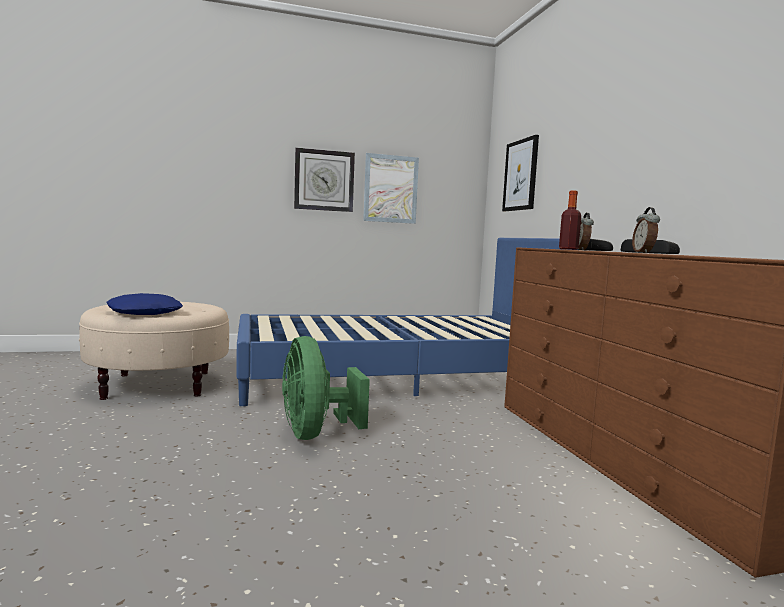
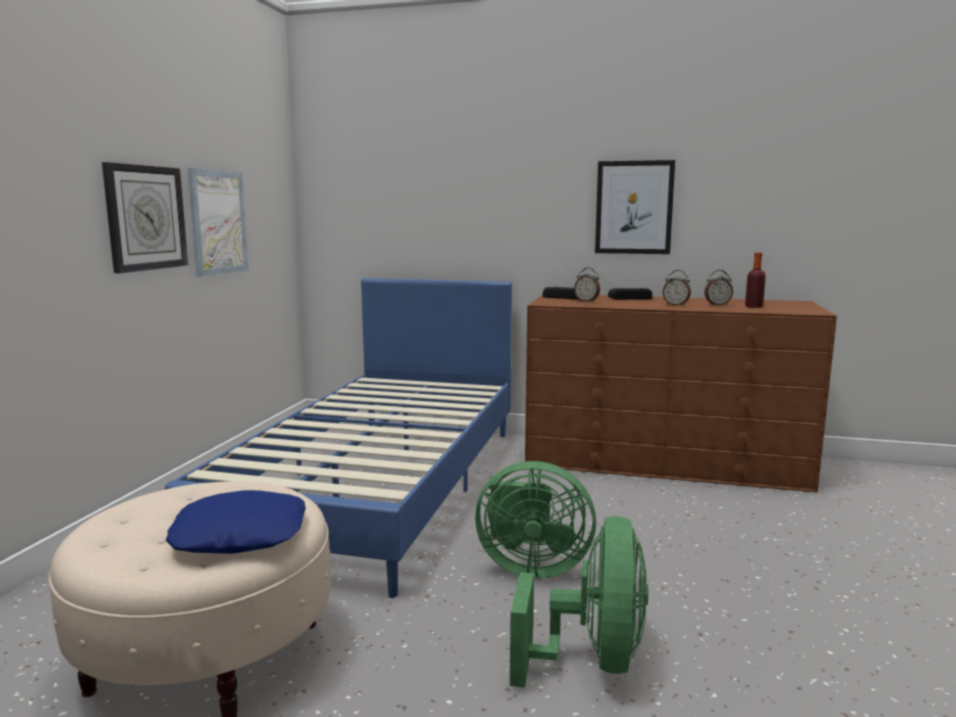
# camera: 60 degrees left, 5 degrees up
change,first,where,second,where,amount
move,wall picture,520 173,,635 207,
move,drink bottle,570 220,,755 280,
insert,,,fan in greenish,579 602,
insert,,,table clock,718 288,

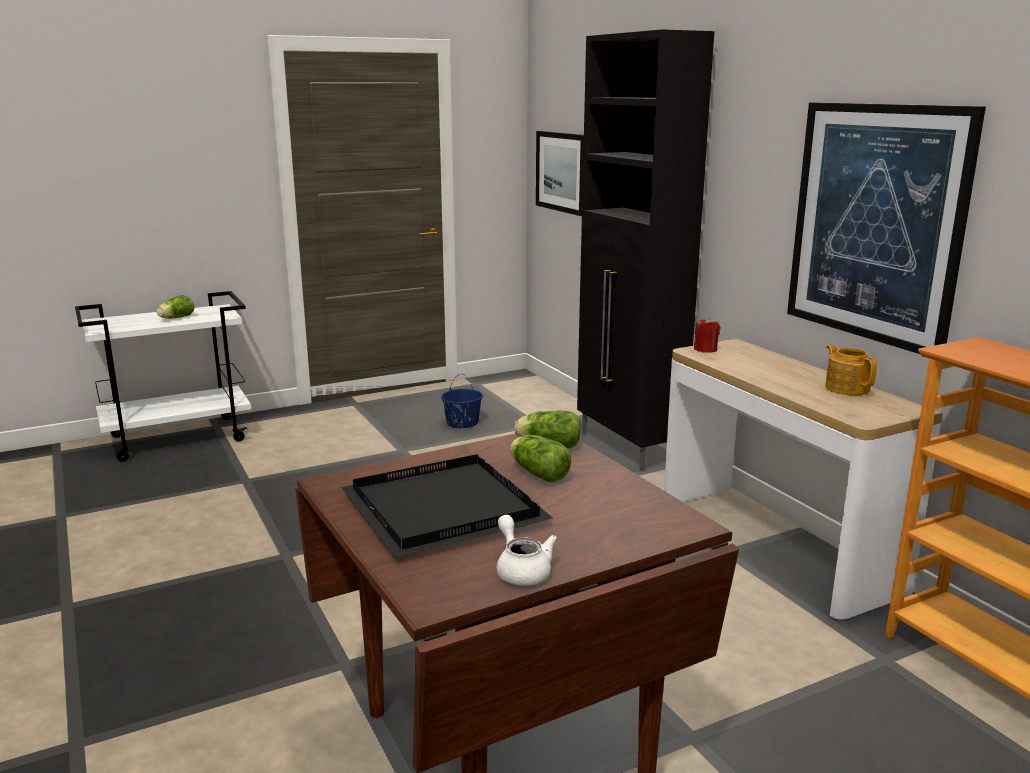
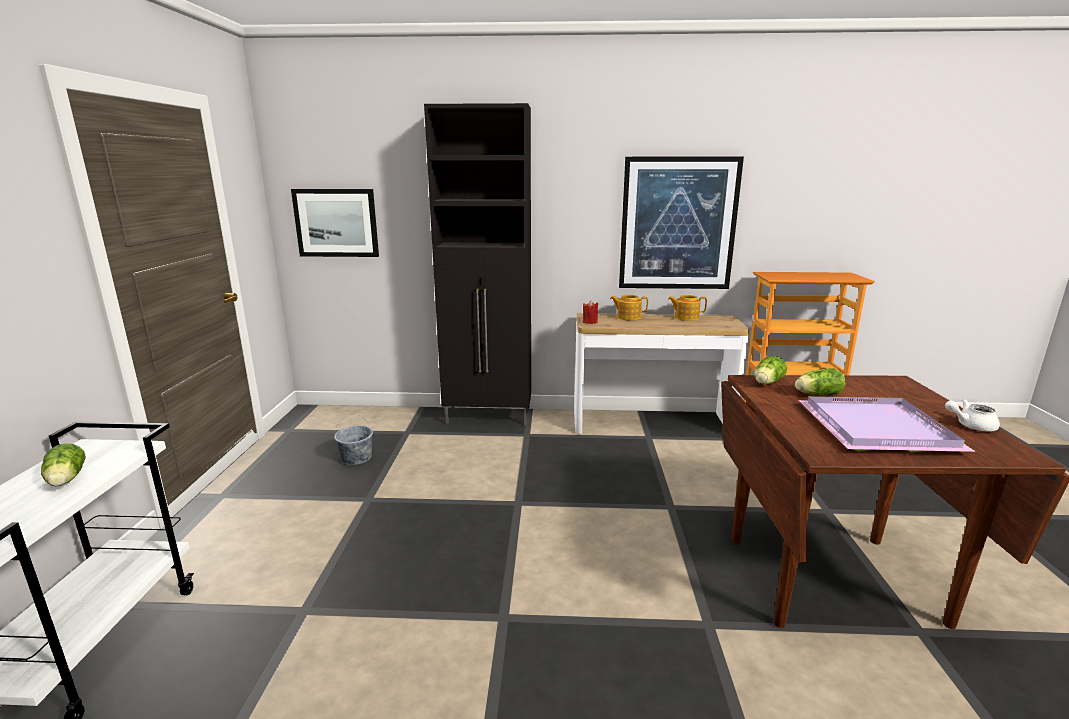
# camera: 60 degrees left, 0 degrees up
change,first,where,second,where,amount
recolor,carrying tray in blackish,447 506,carrying tray in purple-coloured,887 424,
recolor,water bucket in bluish,462 401,water bucket in greyish,353 439,
insert,,,tea pot,629 307,

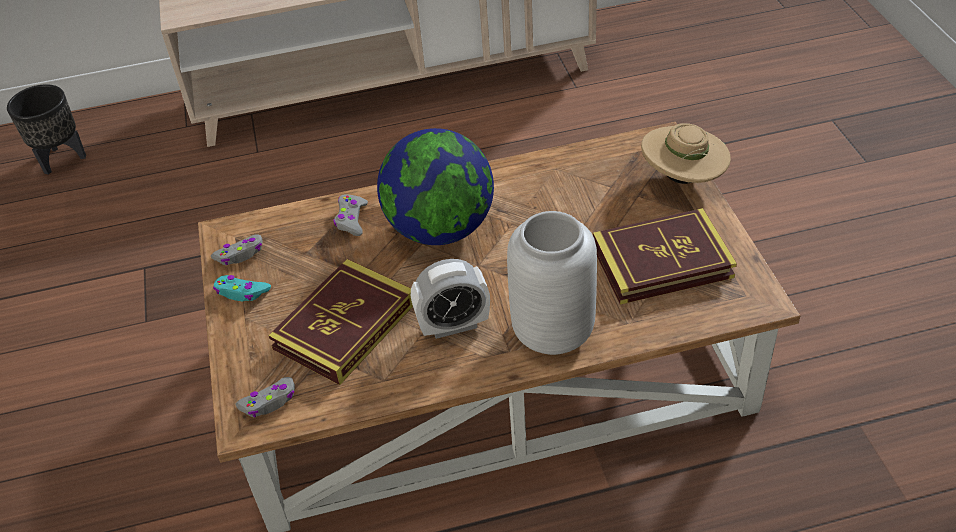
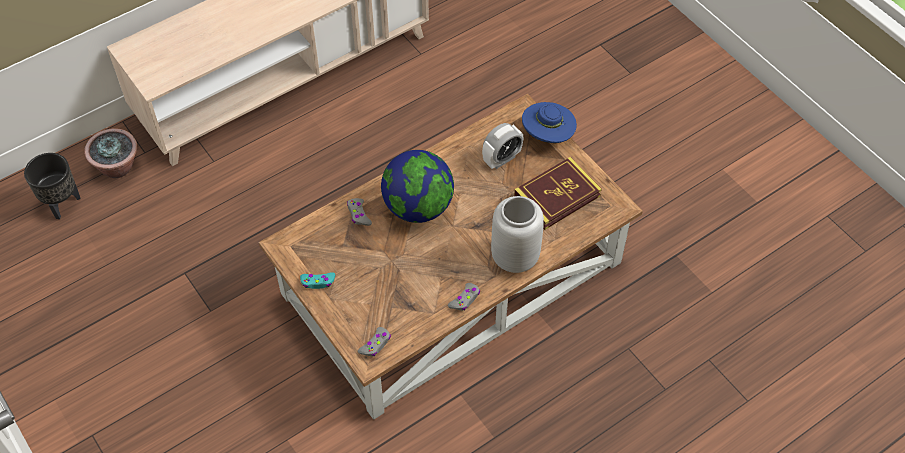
# camera: 25 degrees left, 10 degrees up
change,first,where,second,where,amount
move,joypad in greyish,237 249,,464 297,
delete,volume,340 322,,,
move,table clock,450 299,,503 146,
recolor,clothing hat in beige,686 153,clothing hat in bluish,549 122,
insert,,,houseplant,110 153,

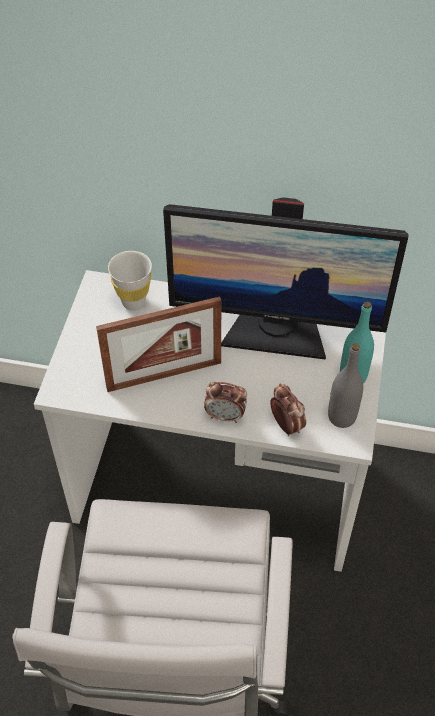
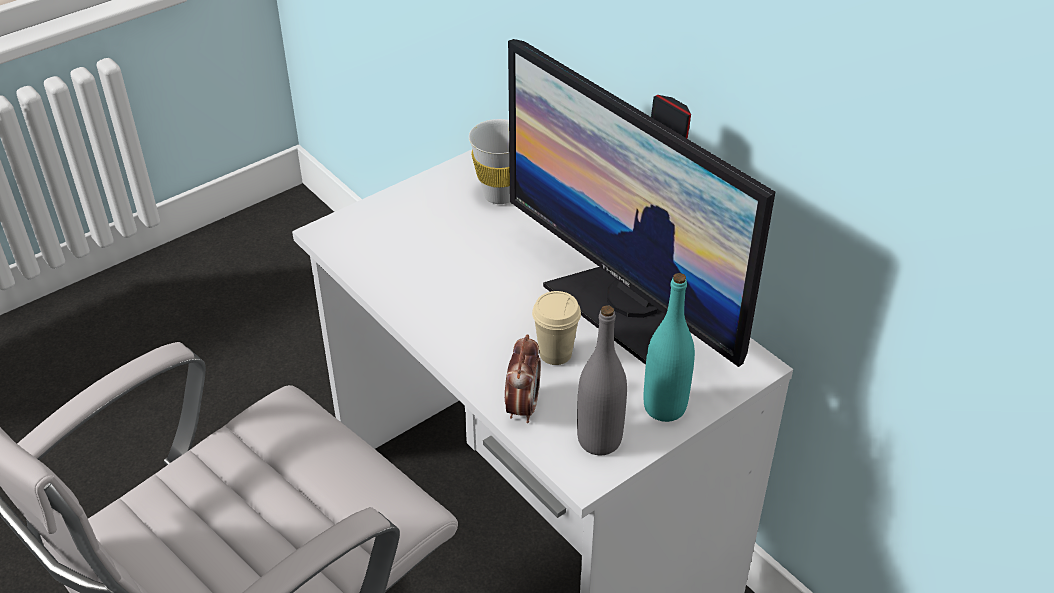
# camera: 40 degrees right, 10 degrees down
change,first,where,second,where,amount
delete,photo frame,158 344,,,
delete,table clock,225 402,,,
insert,,,cup in beige,556 328,

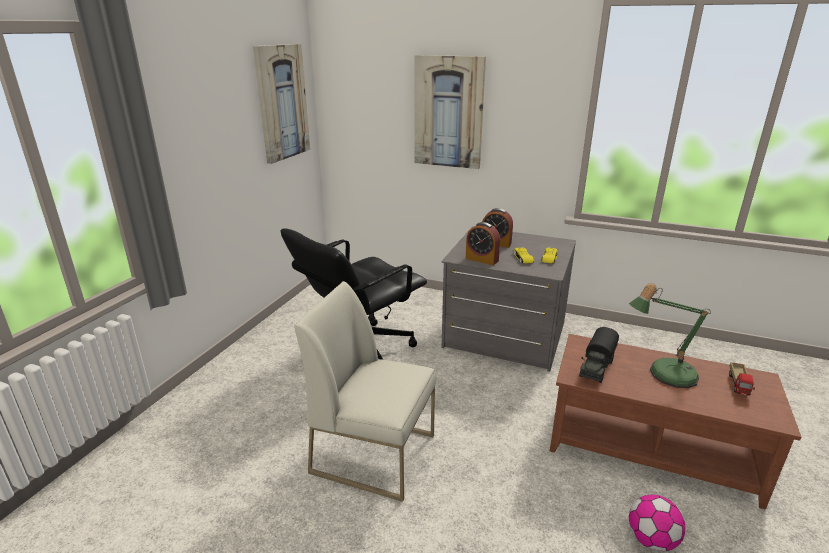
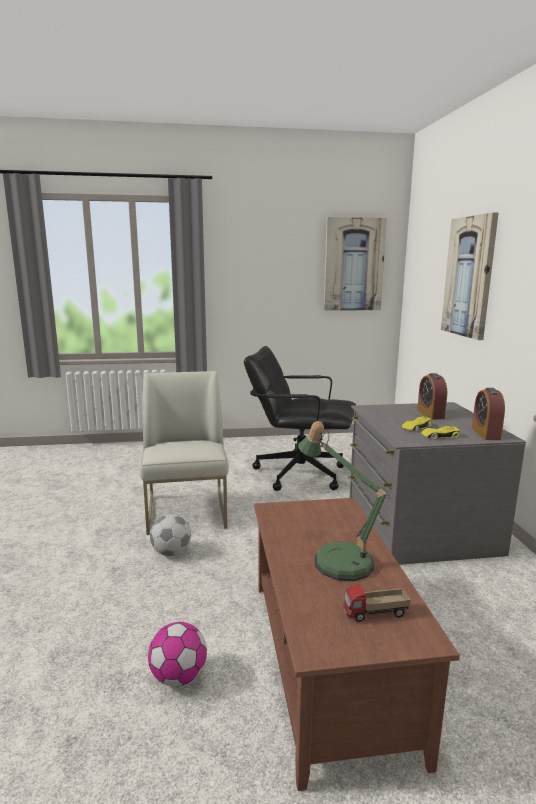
# camera: 60 degrees right, 10 degrees down
change,first,where,second,where,amount
move,table clock,483 243,,488 414,
delete,toy truck,599 355,,,
insert,,,football ball,170 535,

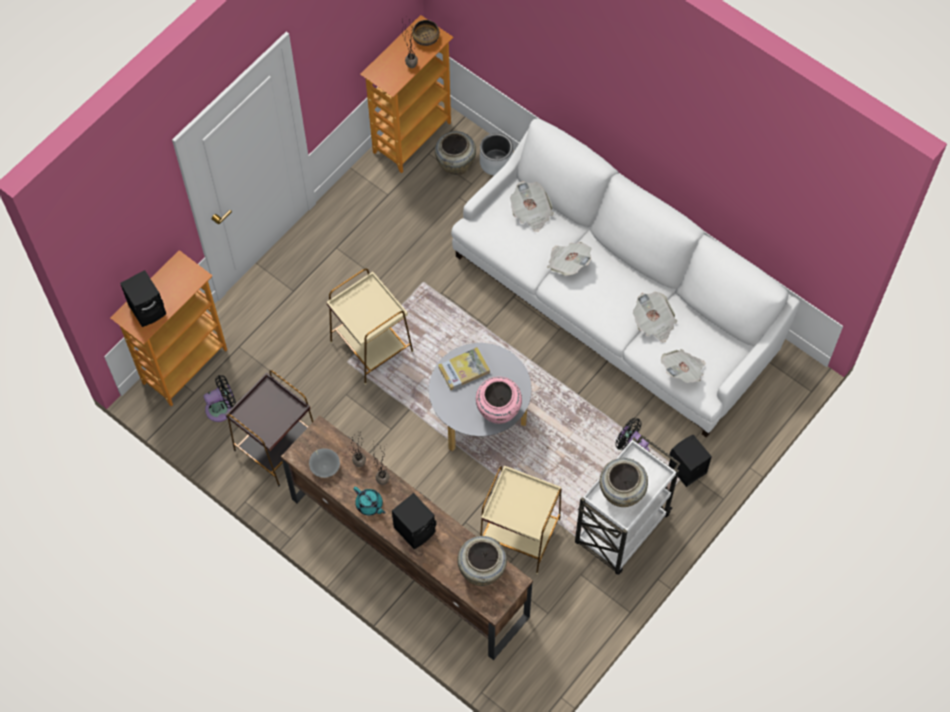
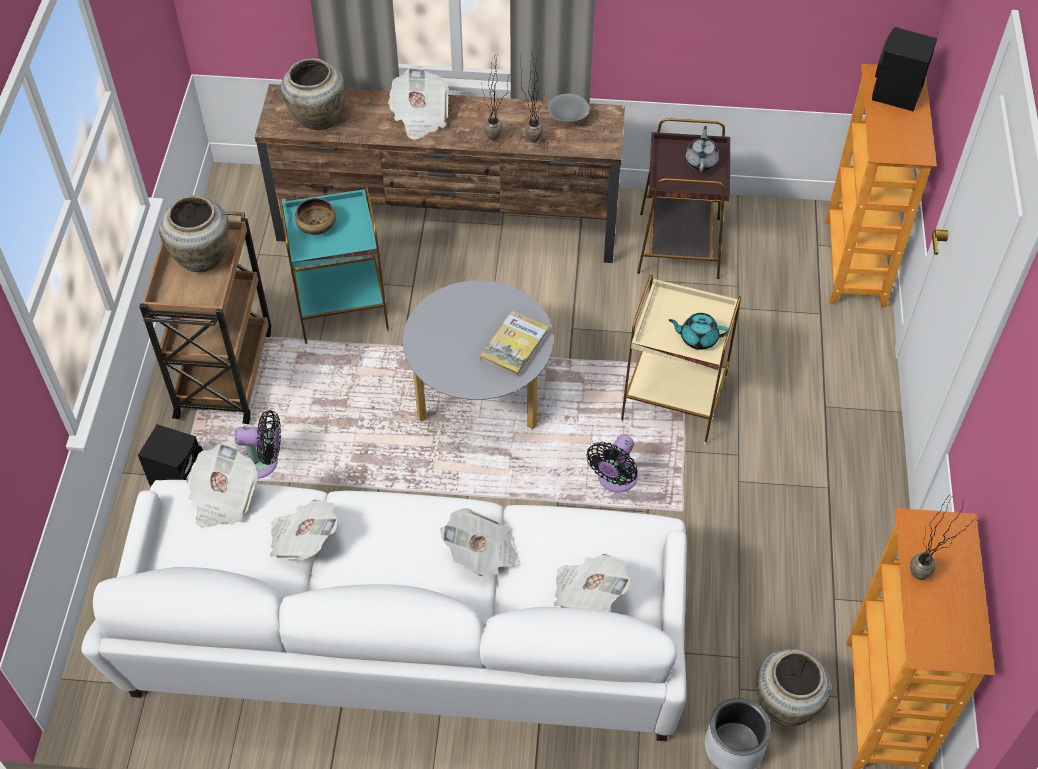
# camera: 145 degrees right, 10 degrees down
change,first,where,second,where,amount
move,fan in blackish,219 398,,612 463,
move,tea pot in turquoise-coloured,370 501,,699 331,
replace,loudspeaker in blackish,414 521,printed paper,418 103,
move,deep dish,426 33,,315 216,
delete,flower vase in pink-coloured,499 400,,,
recolor,accent table in beige,521 519,accent table in turquoise-coloured,334 264,
recolor,wheeled cart in white-coloured,628 505,wheeled cart in brownish,205 317,
insert,,,tea pot in greyish,702 149,

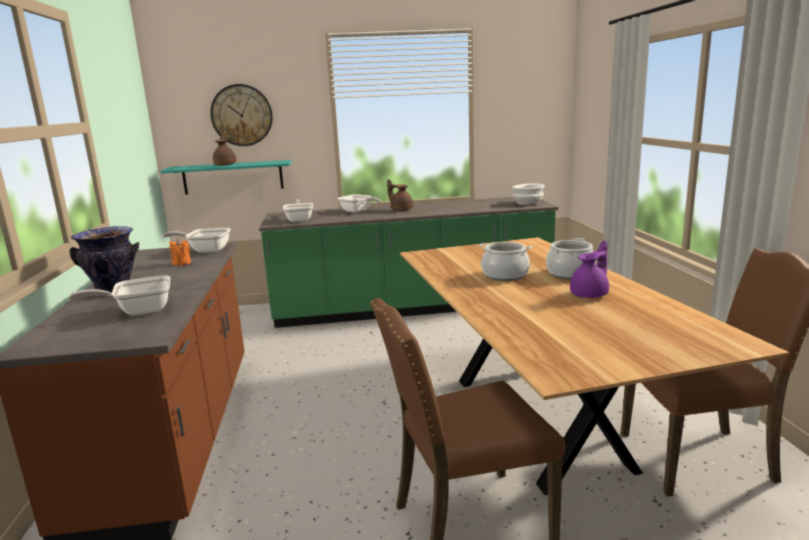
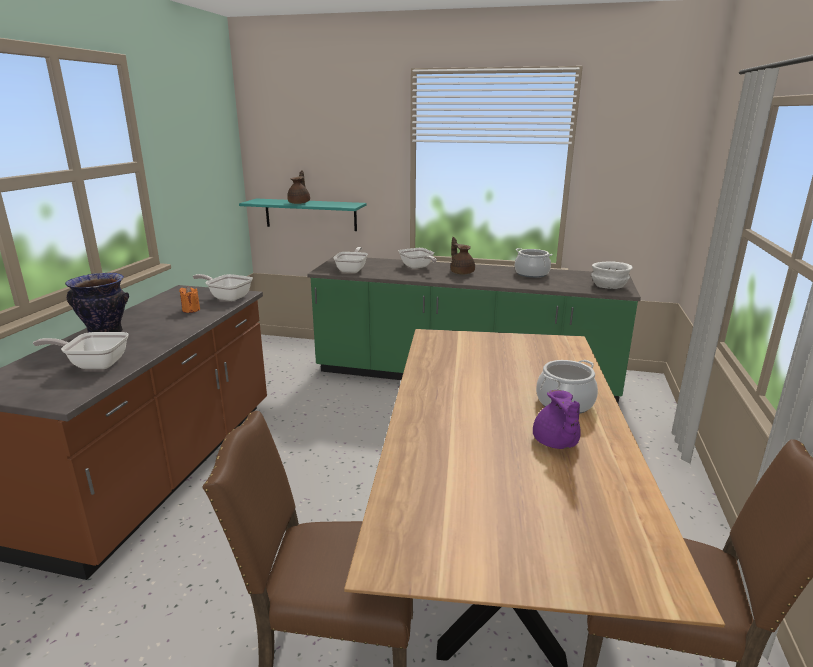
# camera: 20 degrees right, 5 degrees up
change,first,where,second,where,amount
delete,hanging clock,241 115,,,
move,stockpot,505 261,,534 263,
rotate,tea pot in purple-coloured,589 269,,557 419,105 degrees clockwise

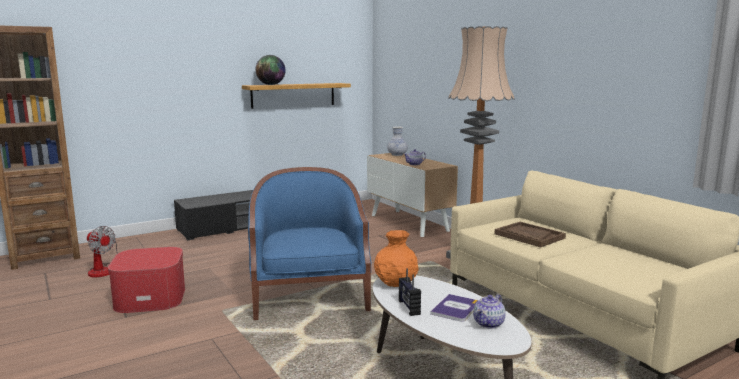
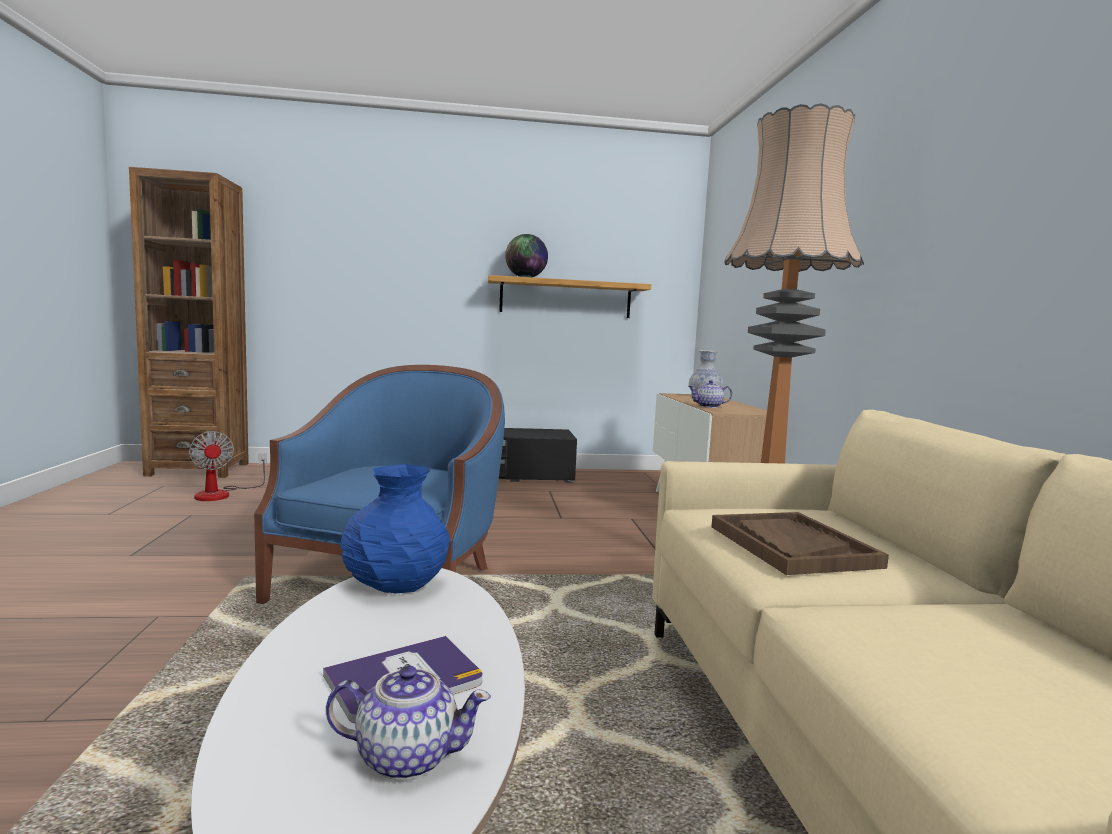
# camera: 25 degrees right, 5 degrees down
change,first,where,second,where,amount
delete,pouffe,146 280,,,
recolor,flower vase in orange-coloured,396 258,flower vase in bluish,395 529,
delete,radio,410 292,,,
rotate,tea pot,489 311,,408 722,150 degrees counterclockwise

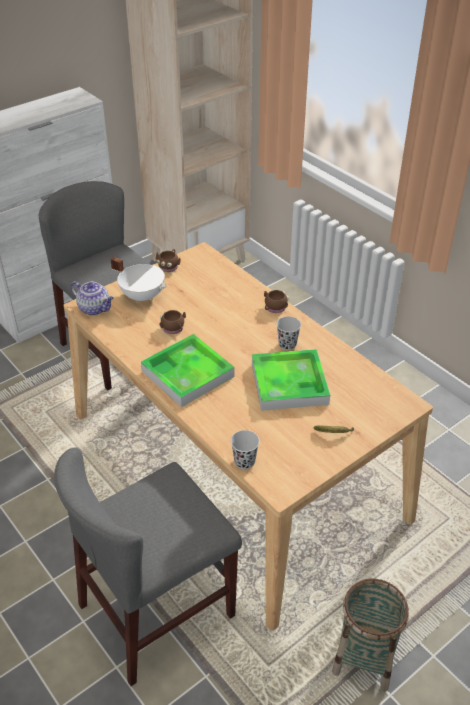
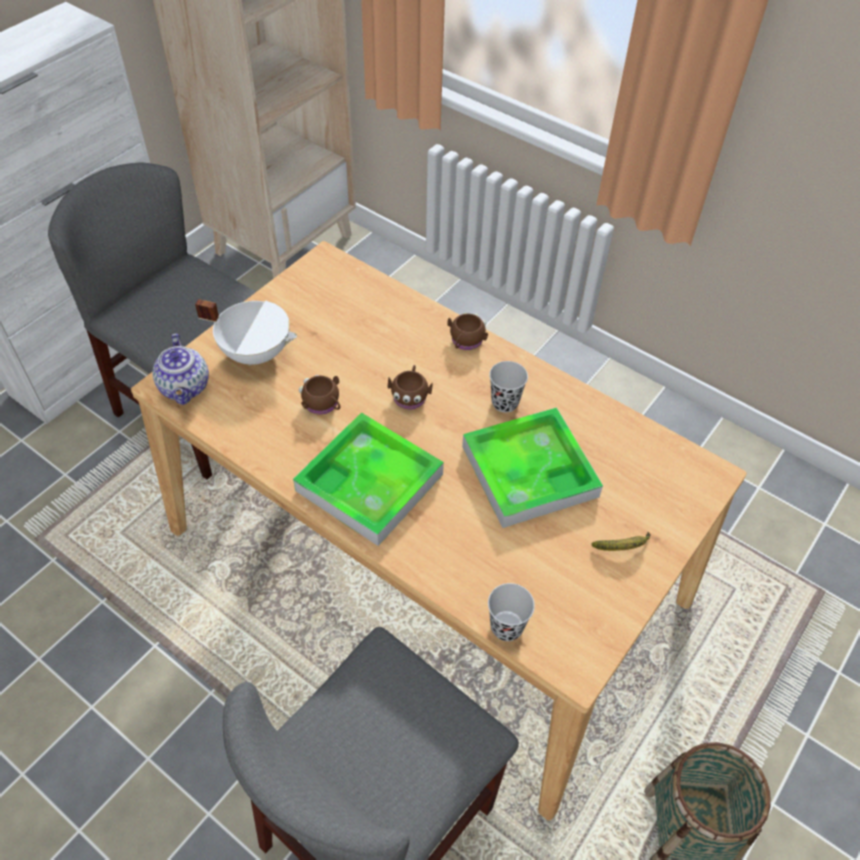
# camera: 15 degrees left, 10 degrees up
change,first,where,second,where,amount
rotate,tea pot,92 298,,180 369,60 degrees clockwise
move,coffee mug in brownish,168 260,,410 387,

